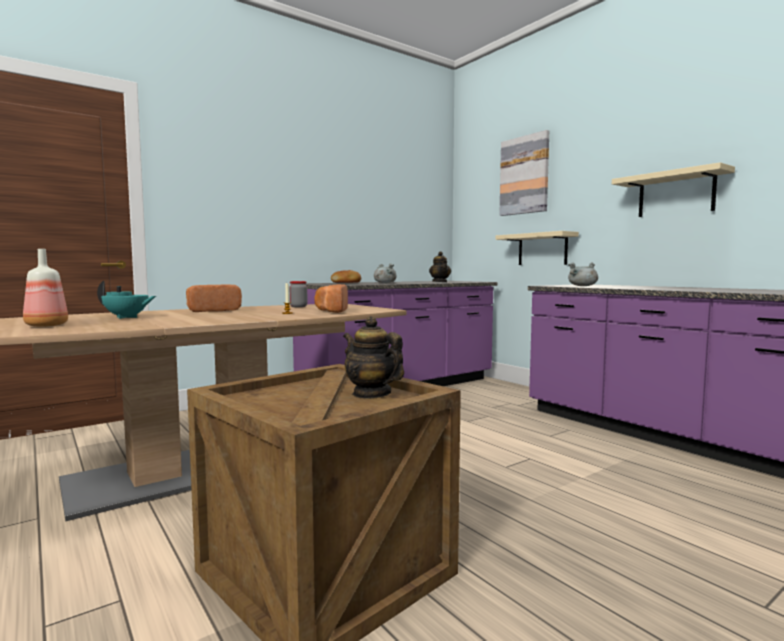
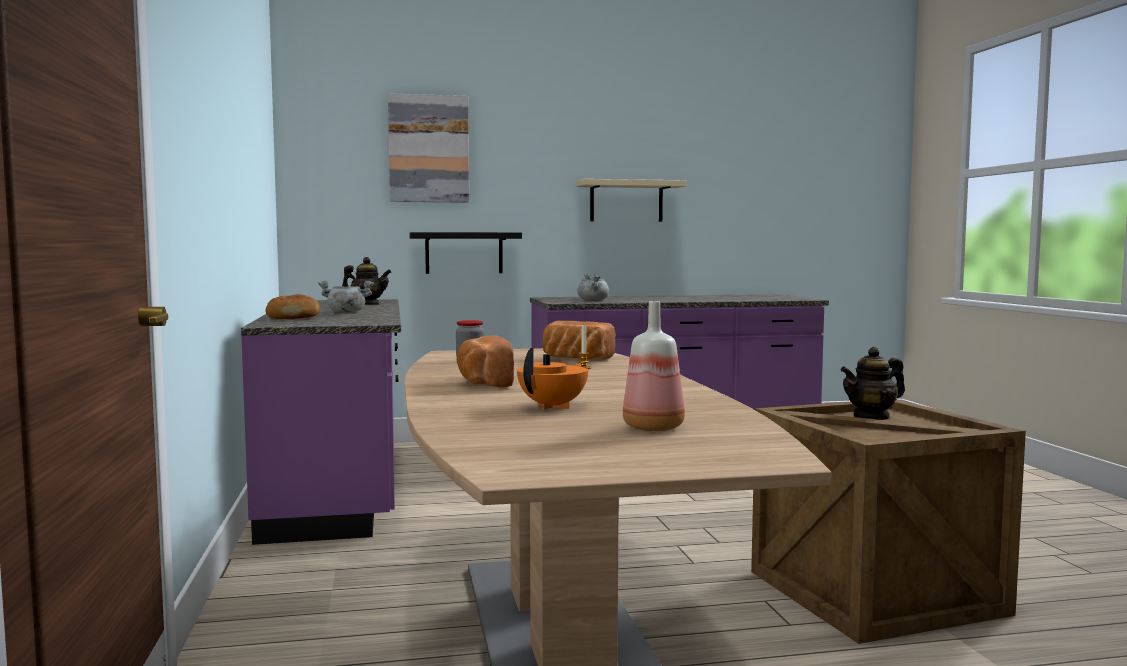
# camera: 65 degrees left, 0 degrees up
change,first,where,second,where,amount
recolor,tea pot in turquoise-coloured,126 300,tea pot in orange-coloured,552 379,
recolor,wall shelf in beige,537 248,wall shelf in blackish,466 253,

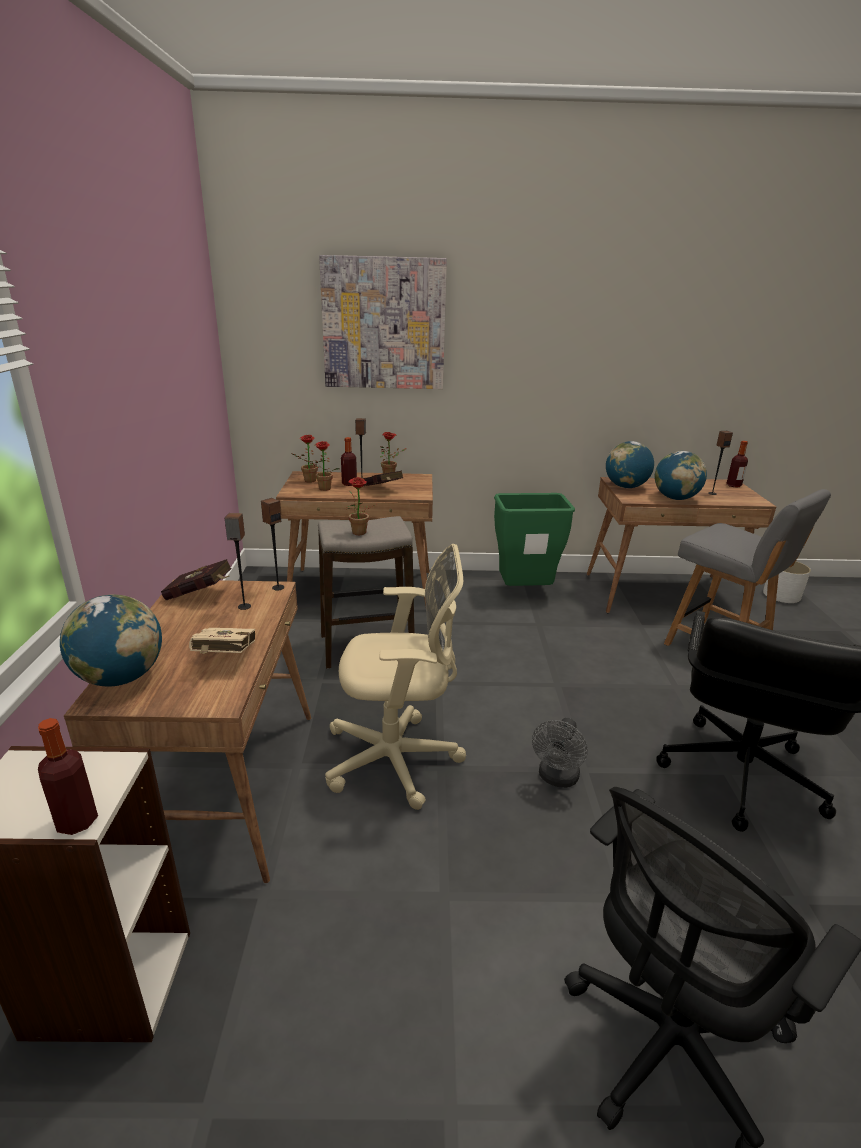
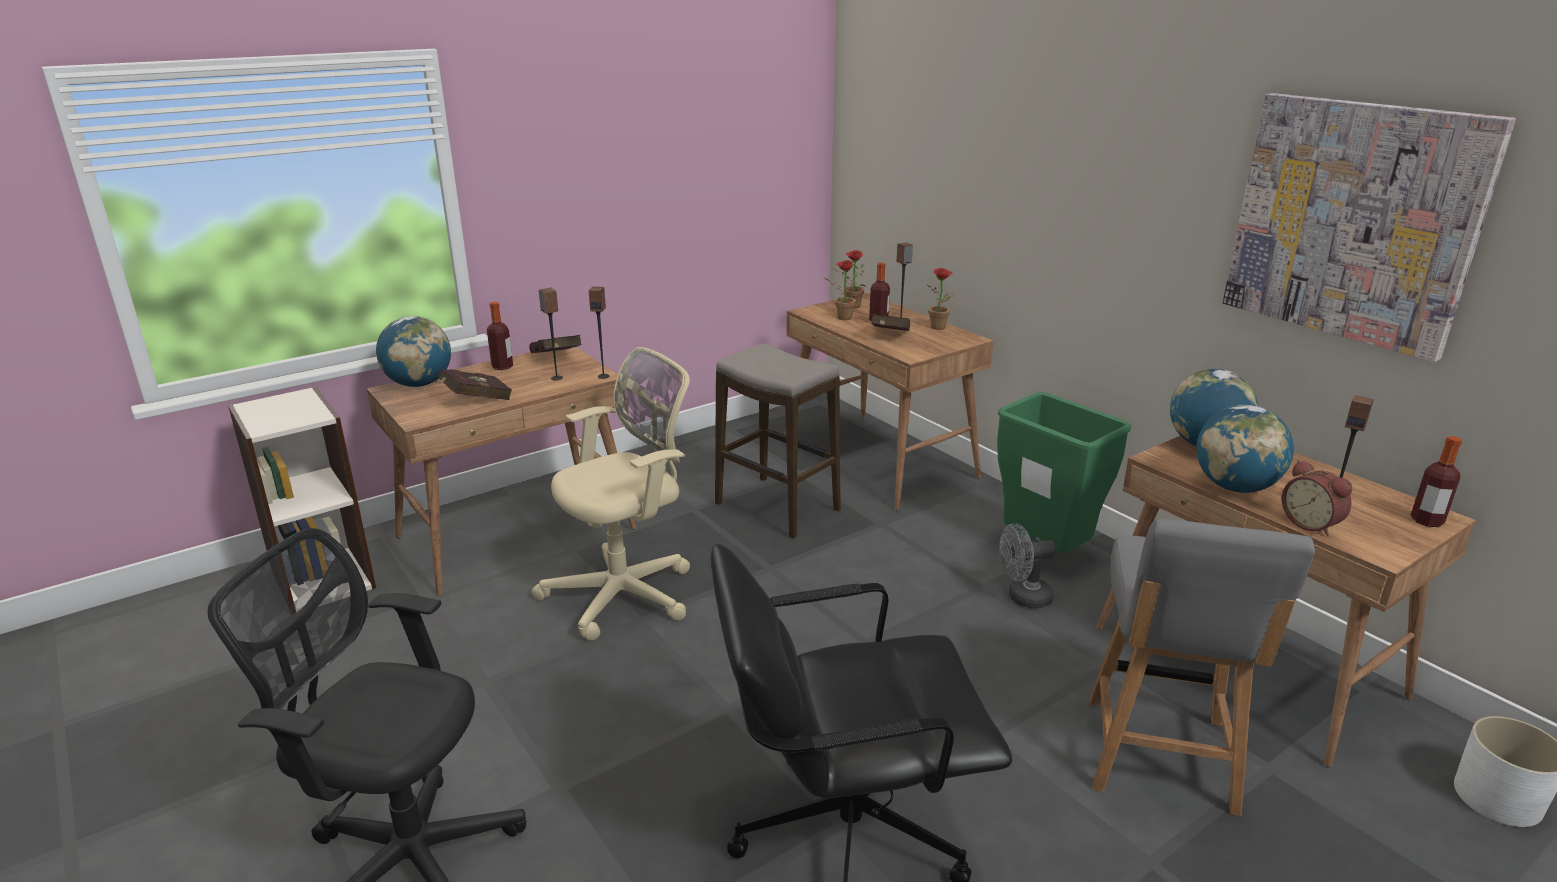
# camera: 55 degrees right, 0 degrees up
change,first,where,second,where,amount
move,drink bottle,68 776,,500 336,
recolor,volume in beige,222 641,volume in reddish,474 384,
move,wall picture,383 322,,1369 227,
rotate,desk chair in beige,395 677,,611 494,90 degrees counterclockwise
delete,houseplant,362 506,,,
move,fan in greyish,560 753,,1027 565,
insert,,,table clock,1317 498,

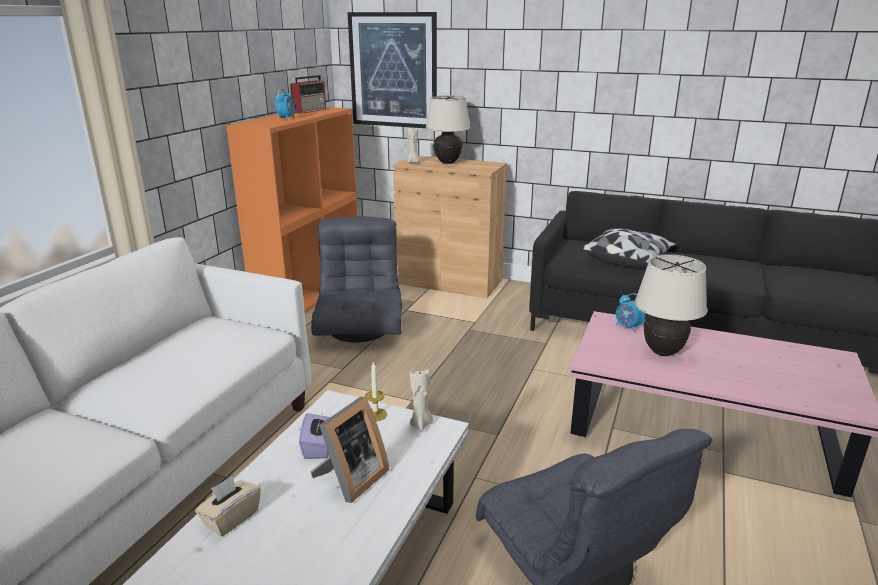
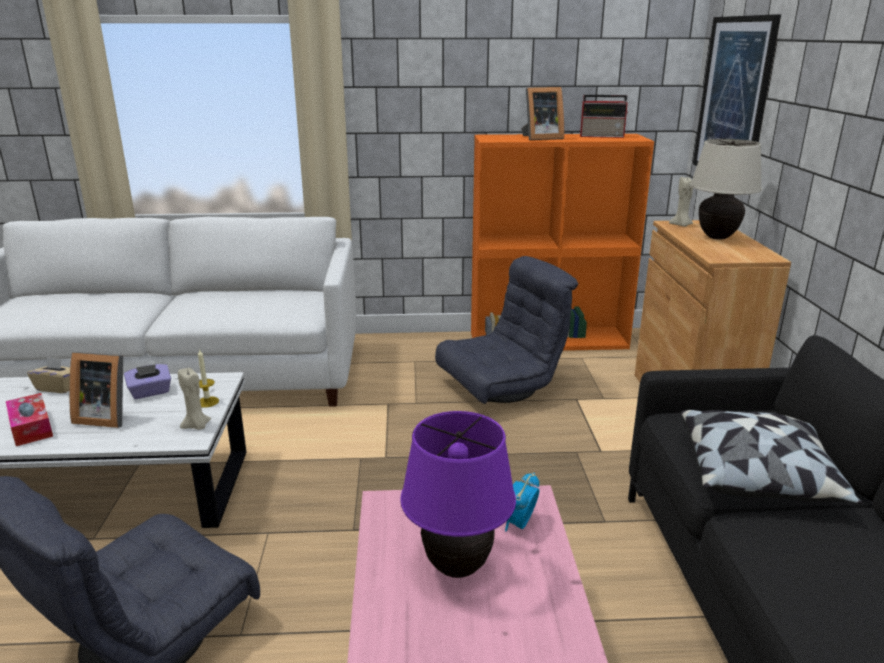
# camera: 65 degrees right, 0 degrees up
change,first,where,second,where,amount
replace,table clock,285 104,photo frame,542 113,
recolor,lamp for a table in beige,671 305,lamp for a table in purple-coloured,458 494,
insert,,,tissue box,29 419,

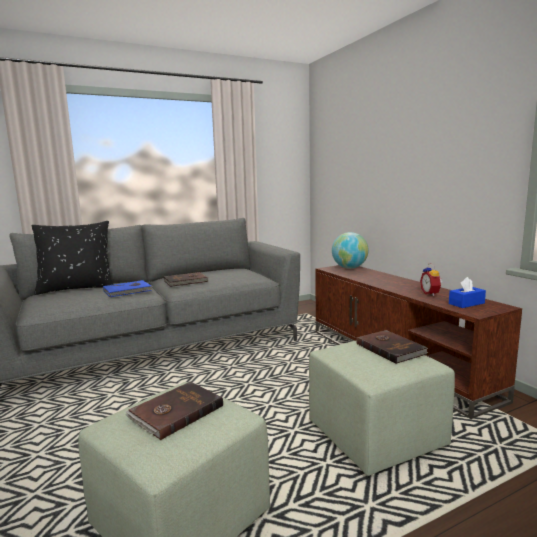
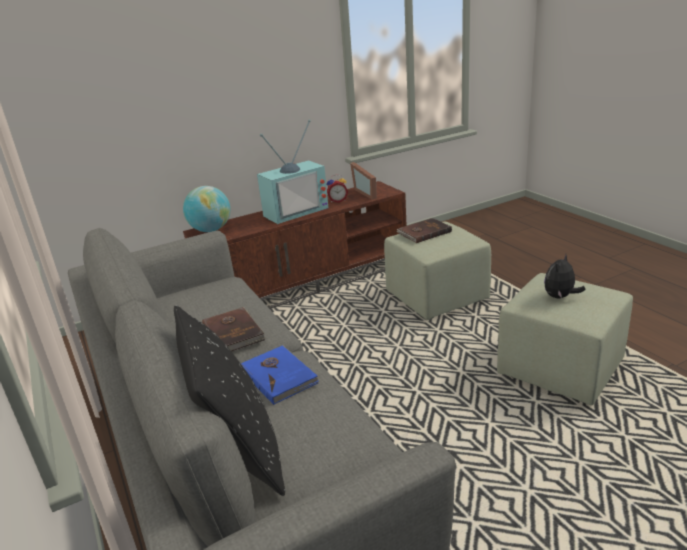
# camera: 90 degrees left, 15 degrees up
change,first,where,second,where,amount
replace,volume in brownish,174 411,cuddly toy,565 276,
replace,tissue box in bluish,467 292,photo frame,363 181,
insert,,,TV,293 171,

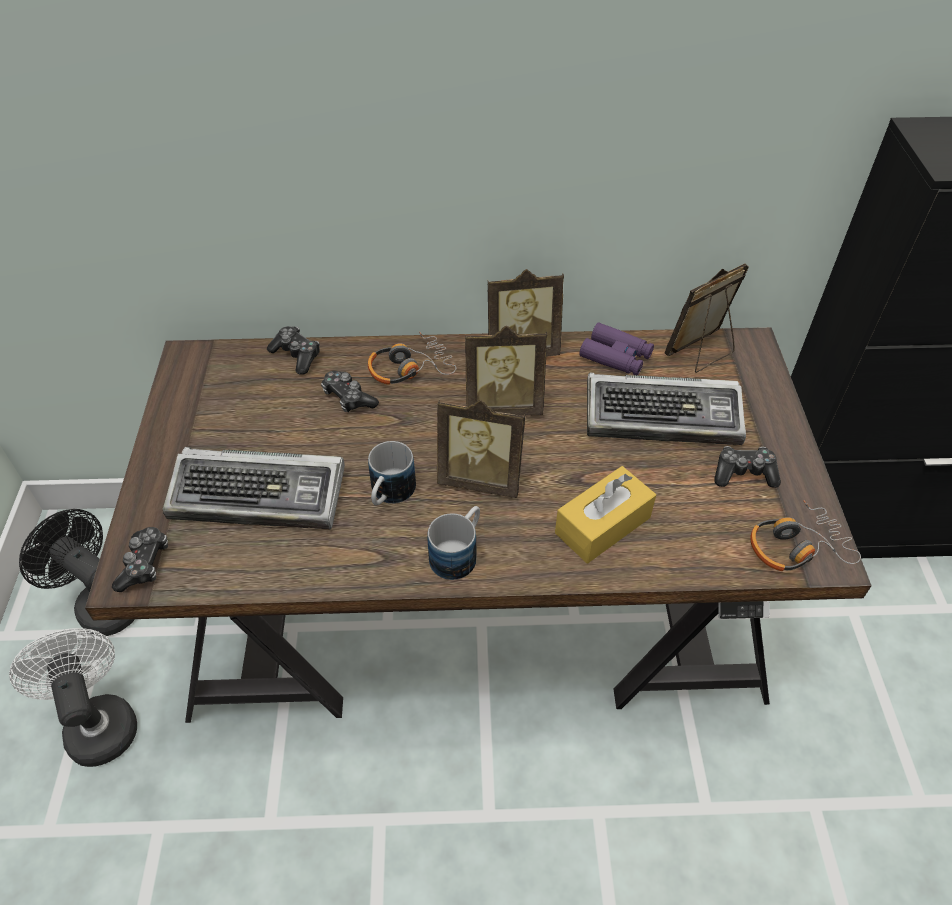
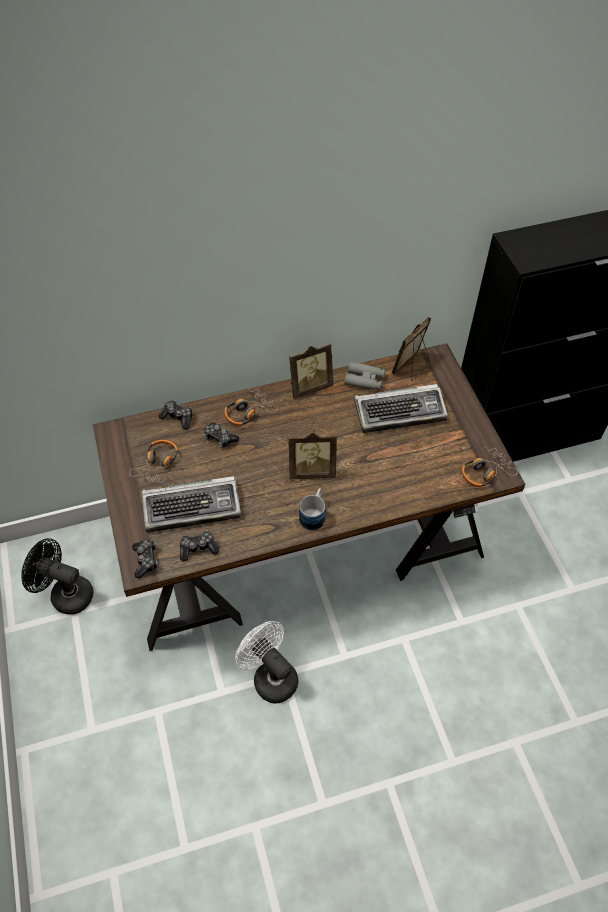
# camera: 15 degrees left, 5 degrees up
change,first,where,second,where,amount
move,fan in white-coloured,73 697,,266 662,
delete,coffee mug,392 473,,,
delete,photo frame,506 371,,,
delete,tissue box in yellow,605 514,,,
recolor,pair of binoculars in purple-coloured,616 348,pair of binoculars in greyish,364 376,
move,joypad,748 467,,199 546,
insert,,,headphones,153 461,

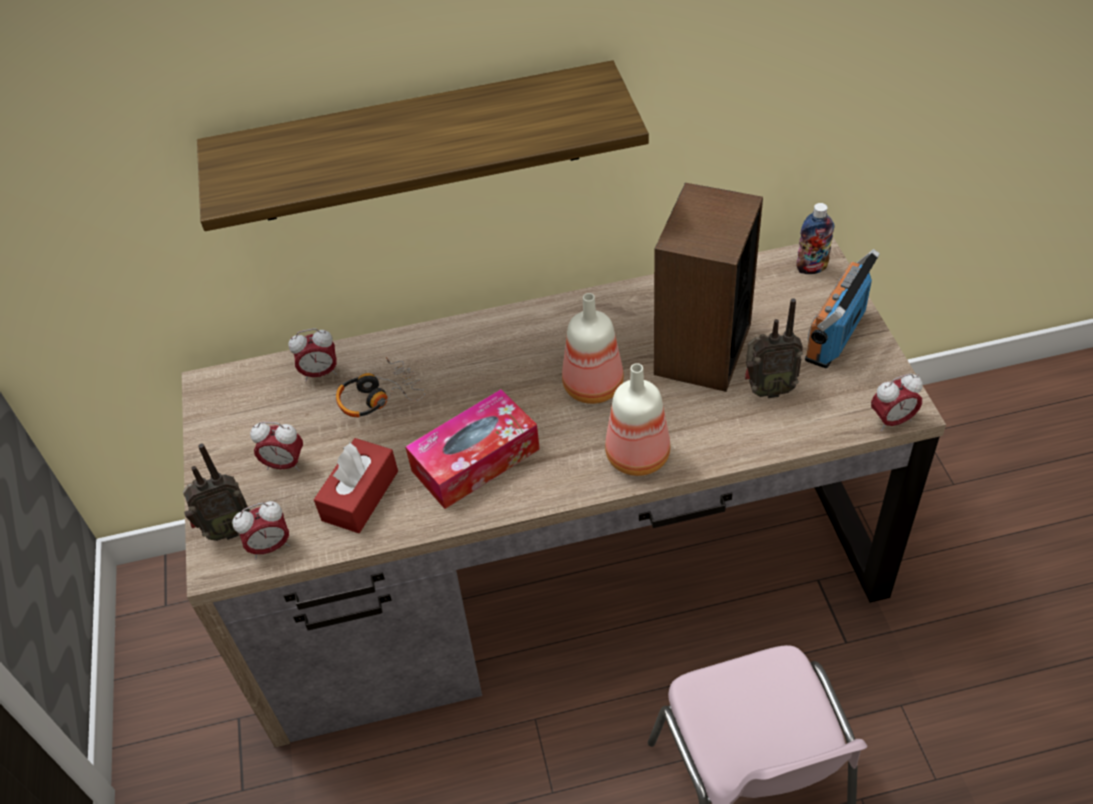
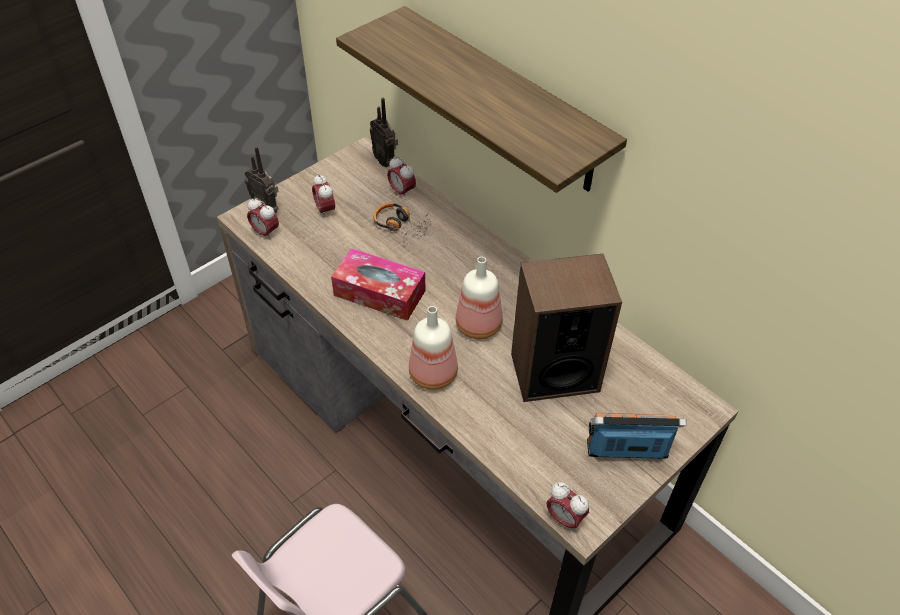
# camera: 55 degrees right, 0 degrees up
change,first,where,second,where,amount
delete,tissue box in reddish,356 485,,,
move,radio,774 348,,384 132,
delete,drink bottle,815 238,,,

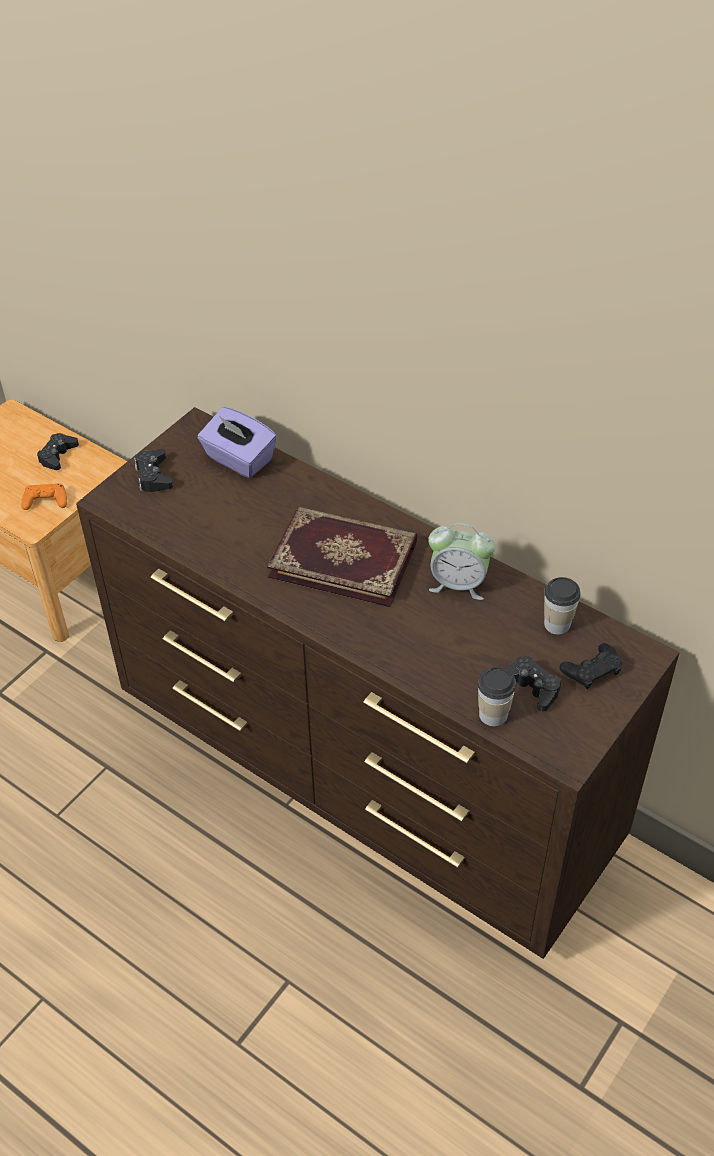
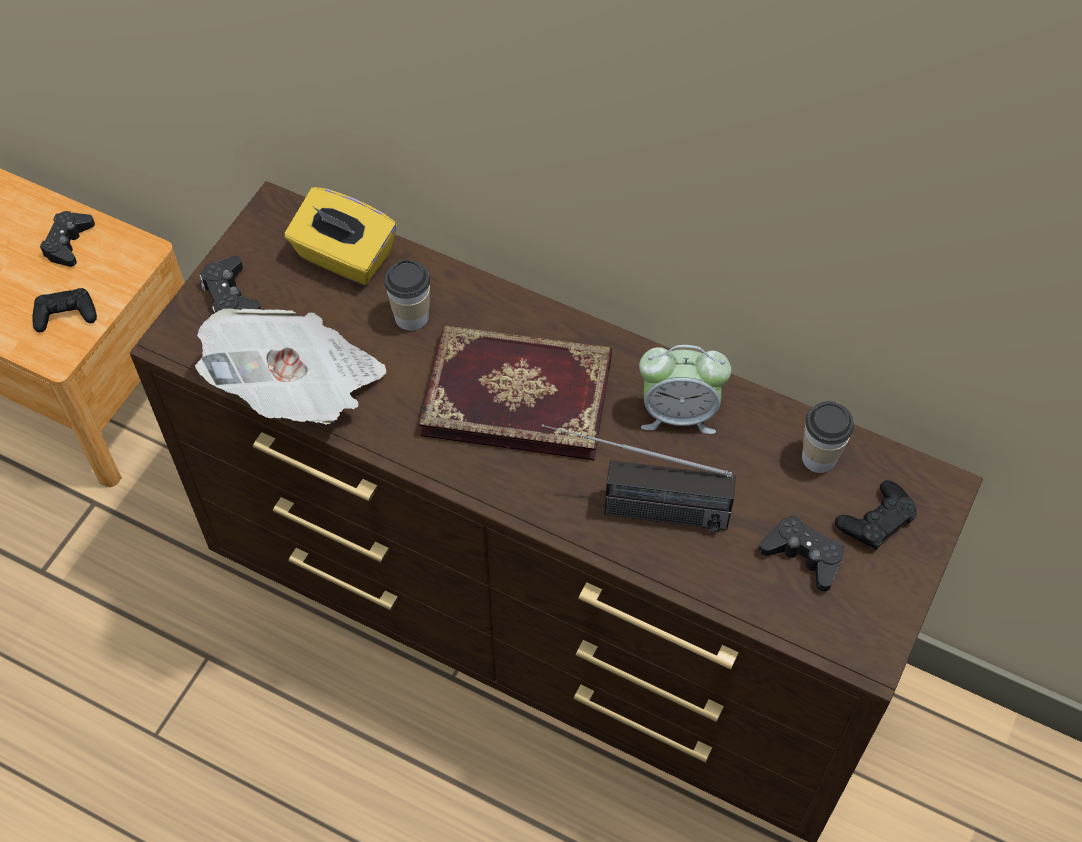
# camera: 10 degrees left, 10 degrees up
change,first,where,second,where,amount
recolor,joypad in orange-coloured,44 496,joypad in blackish,64 310,
recolor,tissue box in purple-coloured,237 442,tissue box in yellow,341 236,
move,cup,497 697,,407 295,
insert,,,printed paper,290 366,
insert,,,radio,638 478,

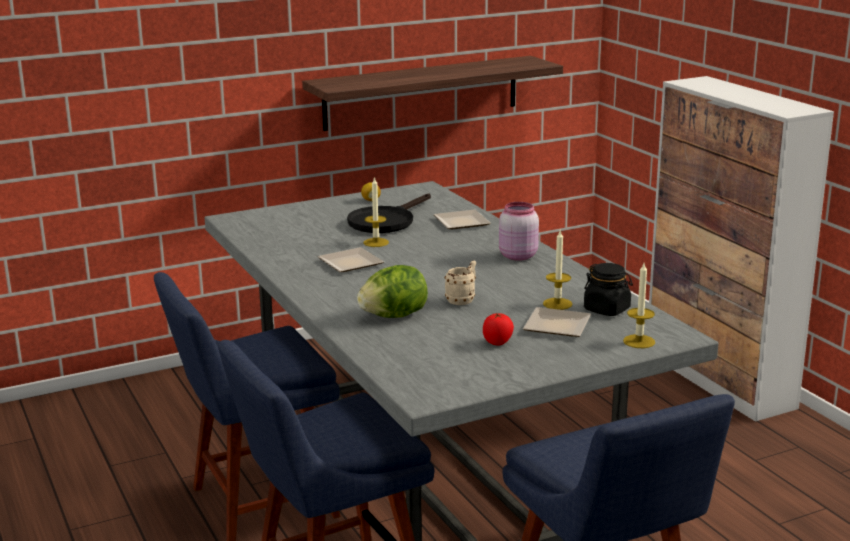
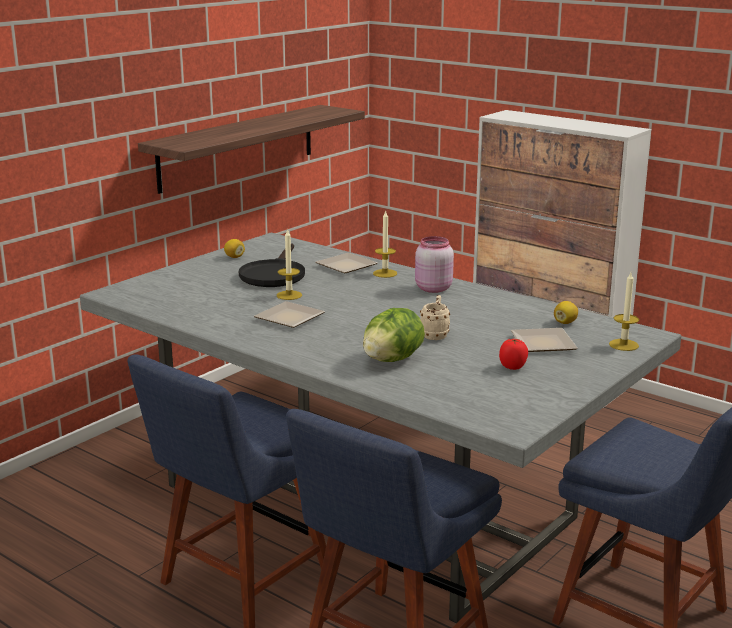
# camera: 25 degrees left, 0 degrees up
change,first,where,second,where,amount
move,candle,558 270,,385 244,
replace,jar in blackish,608 289,whole lemon,566 312,

